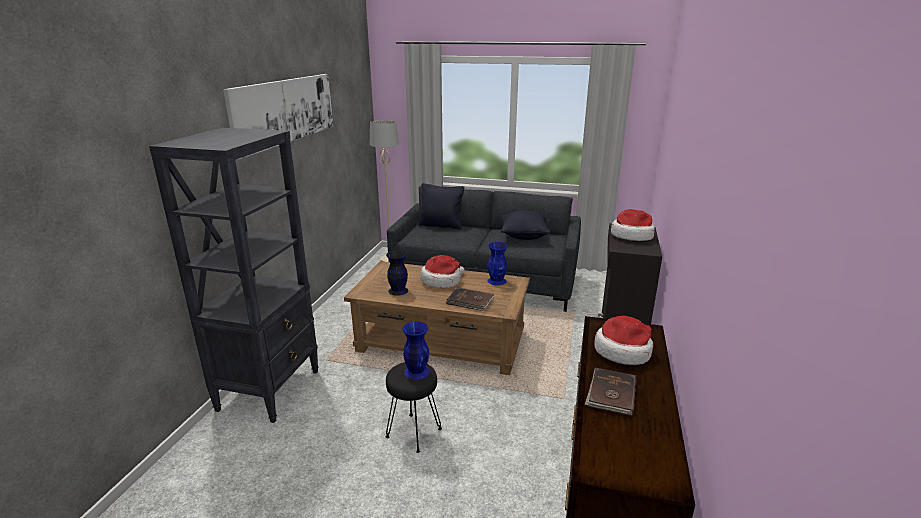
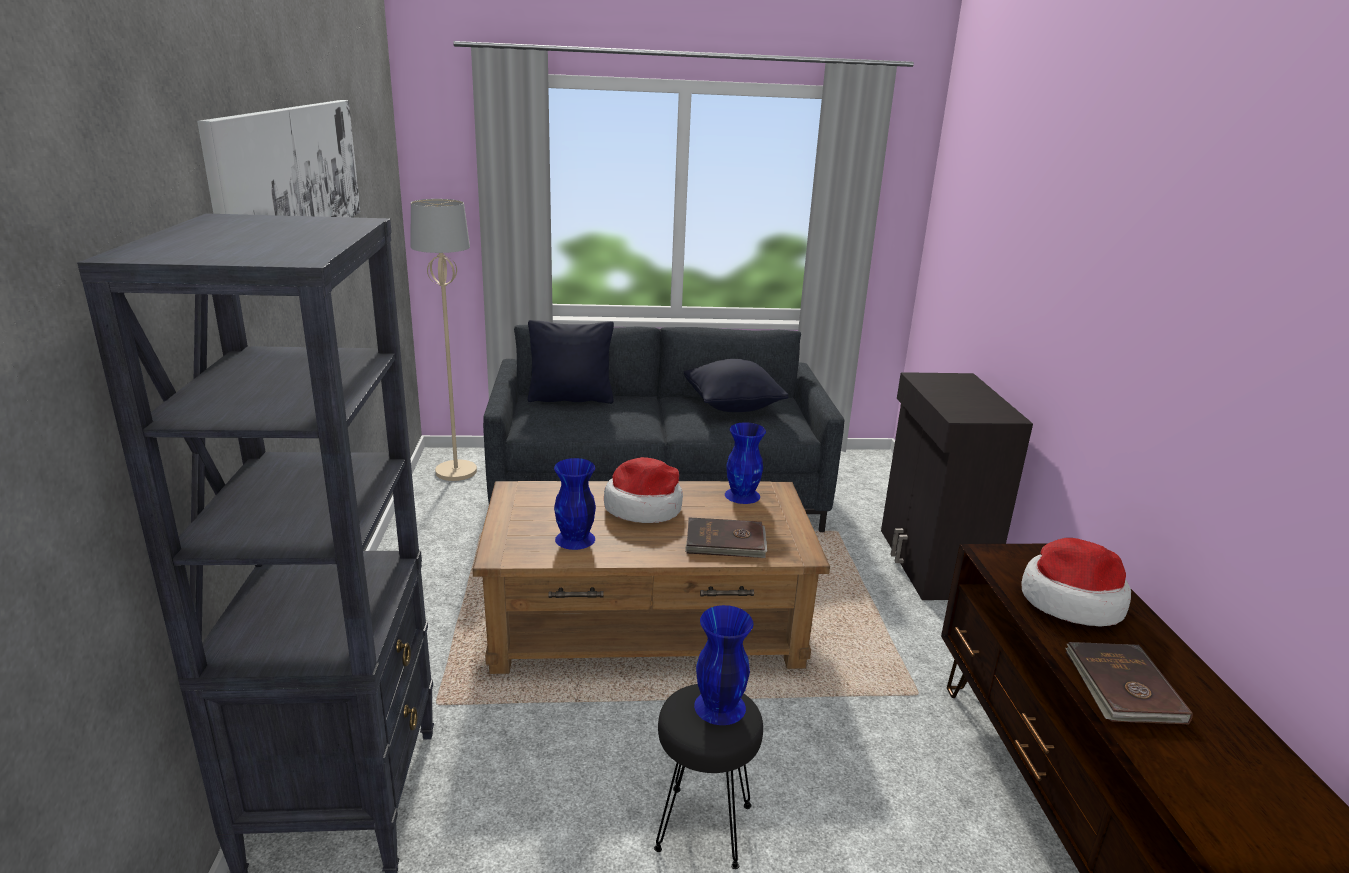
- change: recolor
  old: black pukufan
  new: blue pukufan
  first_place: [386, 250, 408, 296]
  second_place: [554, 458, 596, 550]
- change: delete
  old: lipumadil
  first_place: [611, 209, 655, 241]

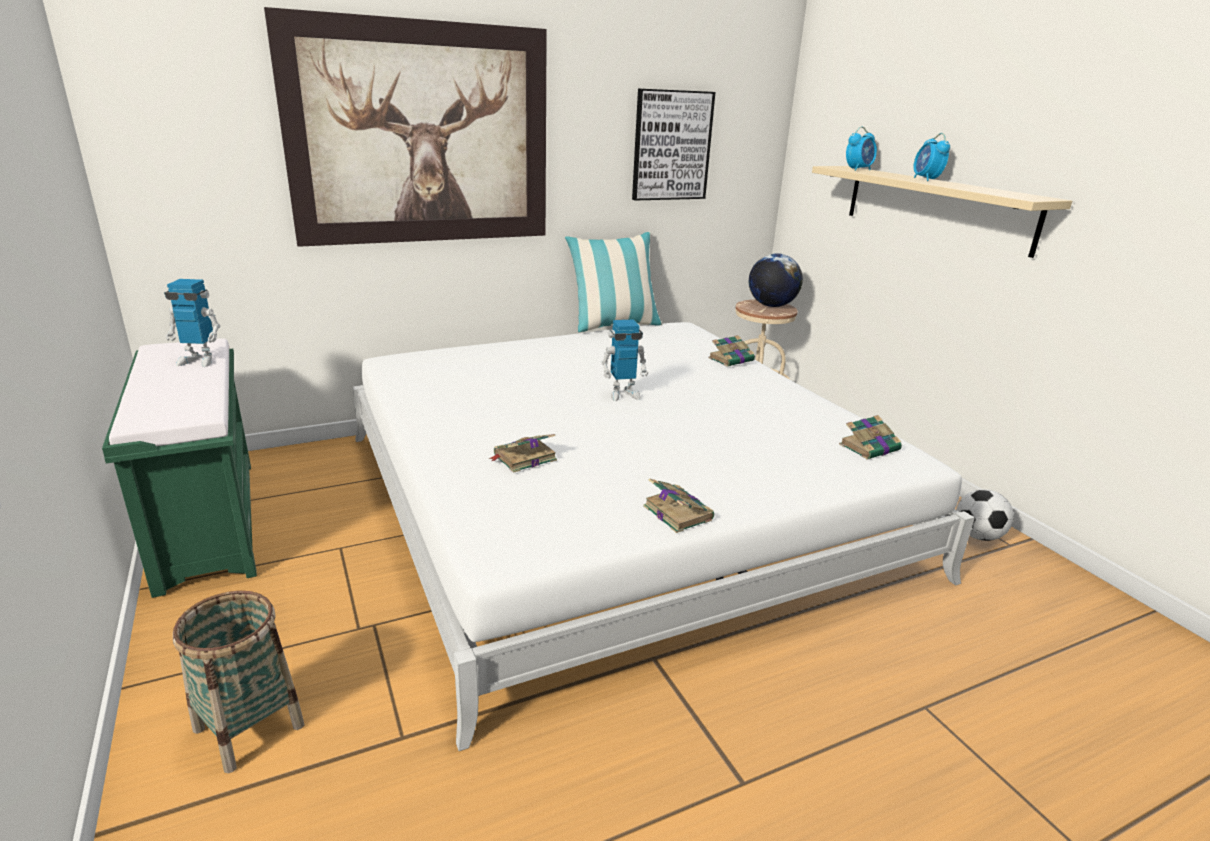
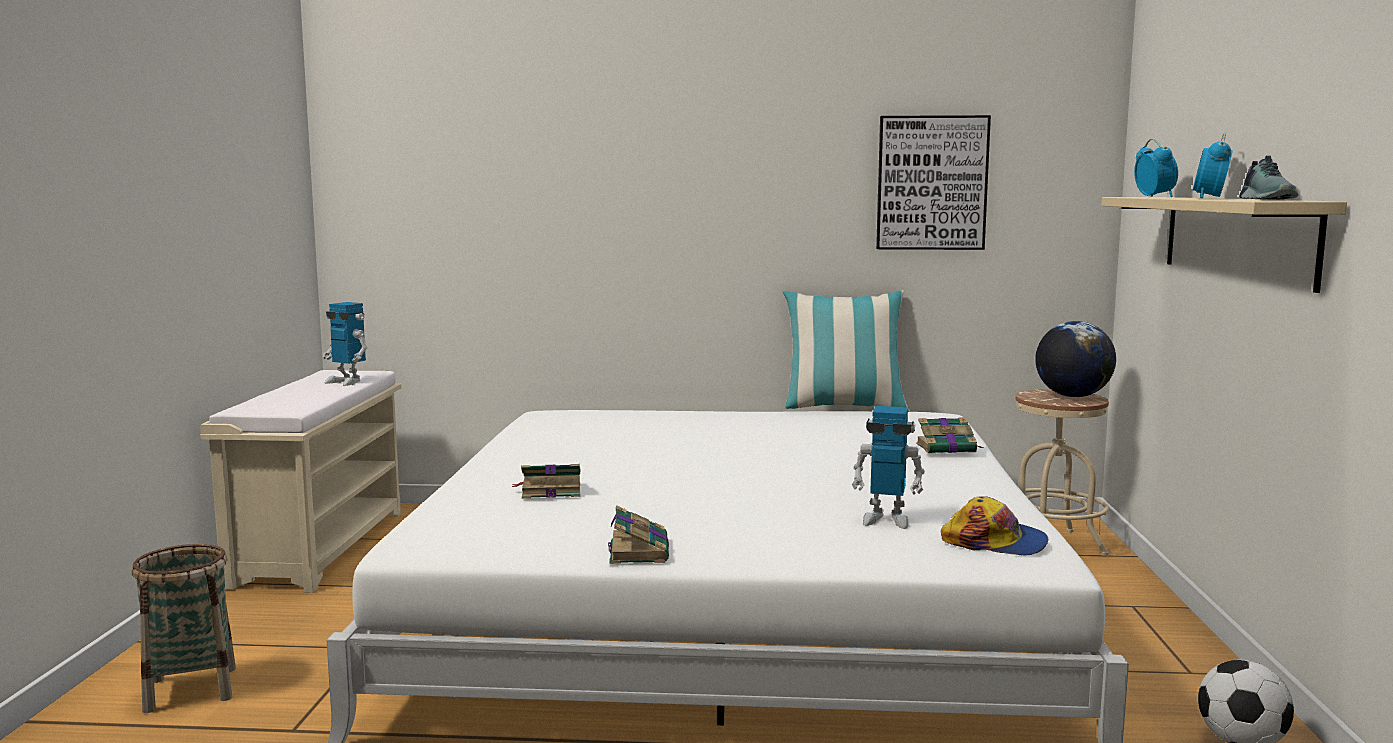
- change: recolor
  old: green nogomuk
  new: beige nogomuk
  first_place: [102, 338, 257, 598]
  second_place: [200, 370, 401, 593]
- change: delete
  old: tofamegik
  first_place: [264, 7, 547, 247]
- change: move
  old: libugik
  first_place: [601, 319, 648, 401]
  second_place: [852, 406, 925, 529]
- change: replace
  old: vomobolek
  new: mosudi
  first_place: [839, 415, 902, 460]
  second_place: [941, 496, 1048, 556]
- change: rotate
  old: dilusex
  first_place: [846, 127, 877, 171]
  second_place: [1134, 139, 1178, 197]
  degrees: -90
- change: insert
  new: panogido
  second_place: [1239, 156, 1298, 199]

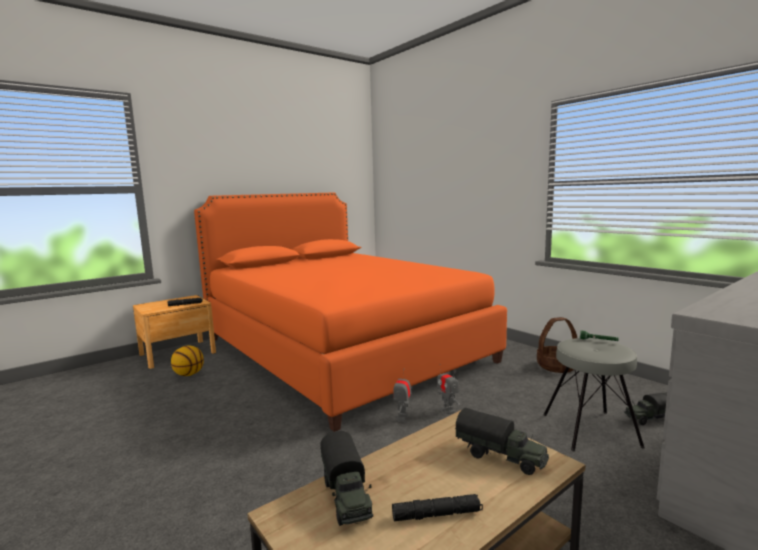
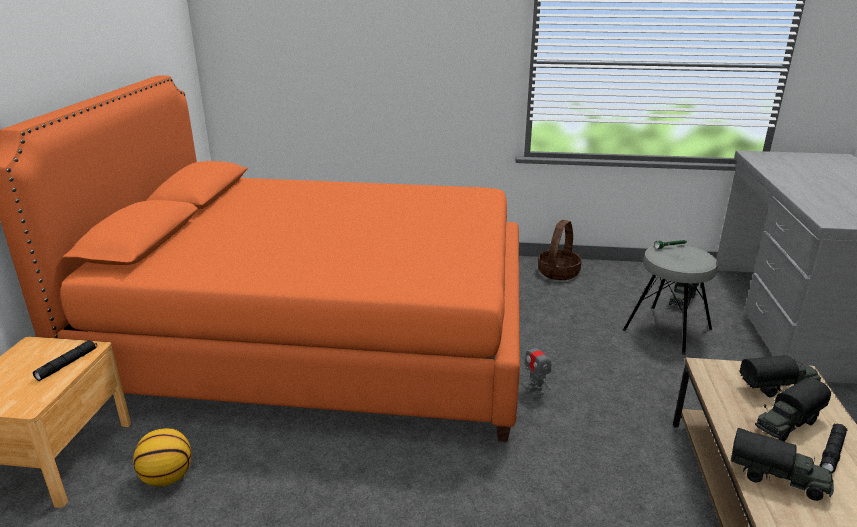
- change: delete
  old: libugik
  first_place: [437, 369, 461, 415]
- change: insert
  new: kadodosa
  second_place: [755, 378, 831, 441]

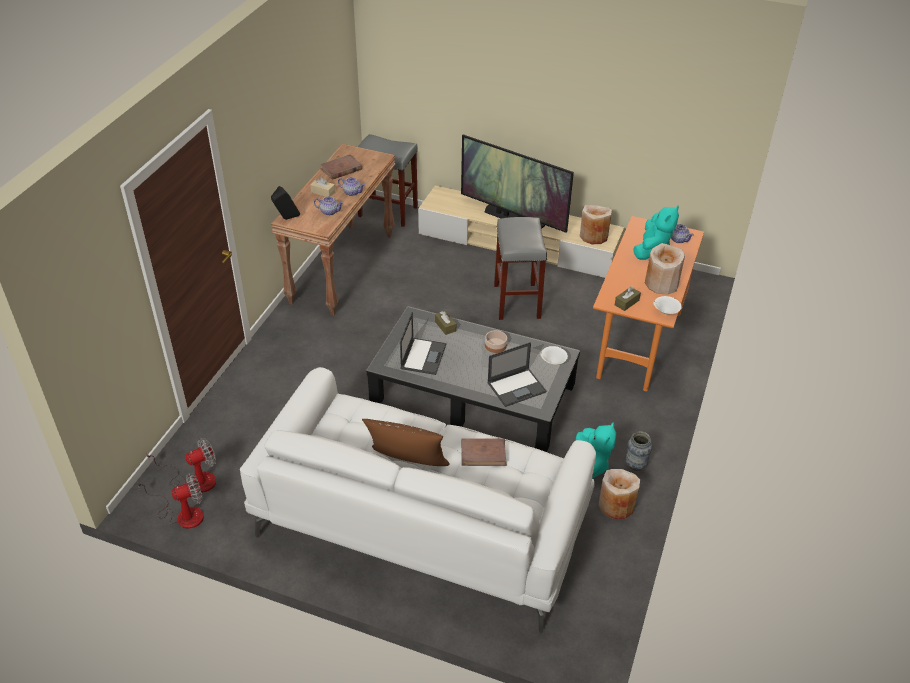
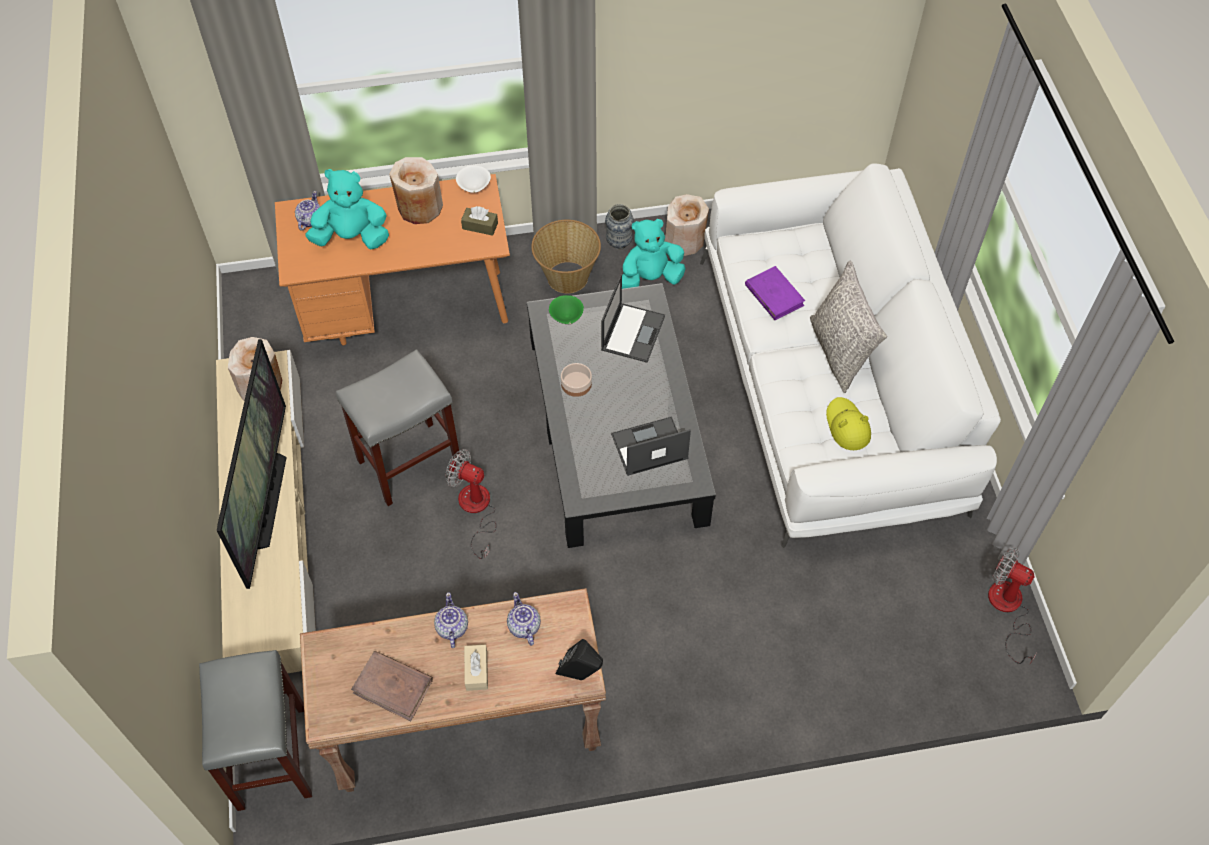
- change: move
  old: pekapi
  first_place: [146, 437, 216, 493]
  second_place: [445, 449, 497, 559]
- change: recolor
  old: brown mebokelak
  new: grey mebokelak
  first_place: [362, 419, 450, 466]
  second_place: [810, 260, 887, 393]
- change: delete
  old: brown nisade
  first_place: [435, 311, 456, 335]
- change: recolor
  old: brown vomobolek
  new: purple vomobolek
  first_place: [461, 438, 507, 466]
  second_place: [745, 266, 805, 320]
- change: rotate
  old: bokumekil
  first_place: [487, 342, 546, 407]
  second_place: [601, 274, 665, 363]
  degrees: 75
- change: recolor
  old: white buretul
  new: green buretul
  first_place: [540, 346, 568, 365]
  second_place: [549, 295, 584, 324]
- change: insert
  new: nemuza
  second_place: [531, 220, 601, 293]
- change: insert
  new: yellow lipumadil
  second_place: [826, 397, 871, 450]

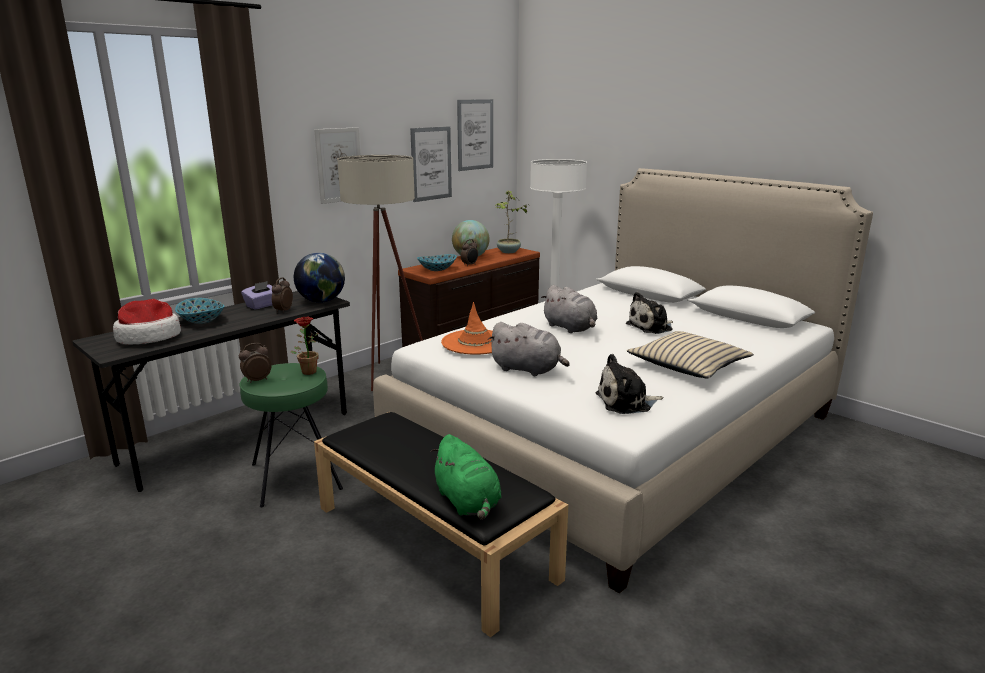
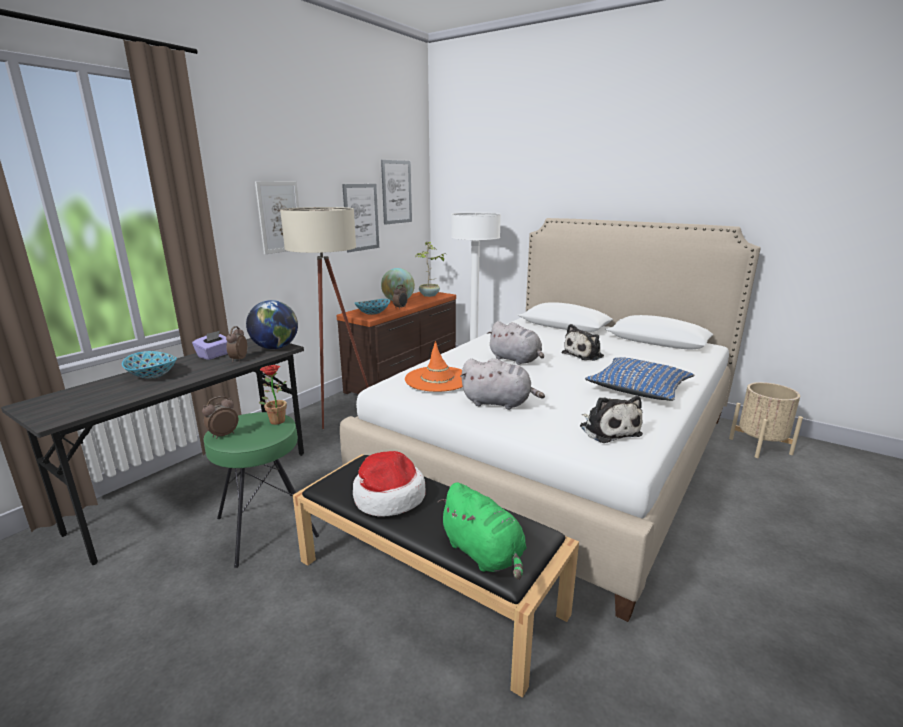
- change: move
  old: lipumadil
  first_place: [113, 299, 181, 344]
  second_place: [353, 451, 426, 517]
- change: rotate
  old: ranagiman
  first_place: [596, 354, 663, 414]
  second_place: [580, 396, 643, 443]
  degrees: -90
- change: recolor
  old: beige mebokelak
  new: blue mebokelak
  first_place: [627, 331, 754, 379]
  second_place: [585, 357, 694, 401]
- change: insert
  new: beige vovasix
  second_place: [729, 382, 803, 458]

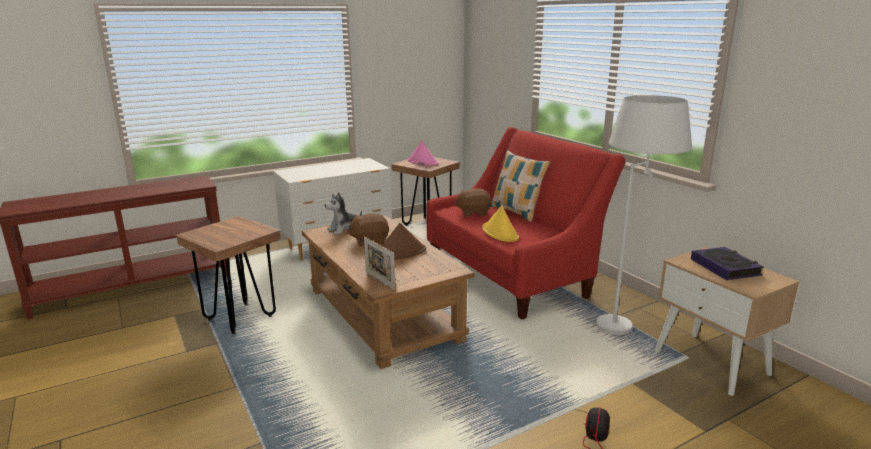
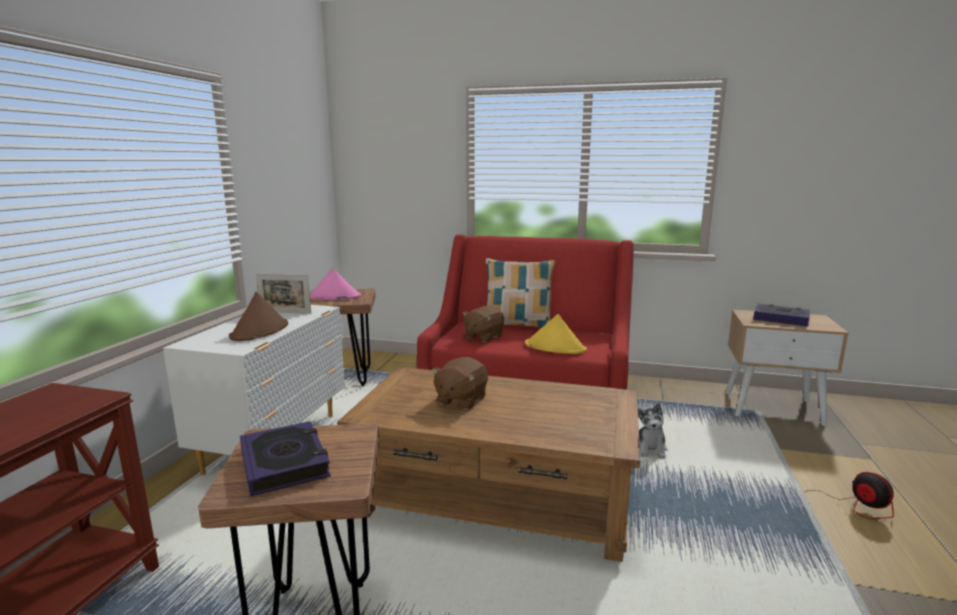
- change: move
  old: ranagiman
  first_place: [325, 192, 362, 235]
  second_place: [638, 403, 668, 459]
- change: move
  old: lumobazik
  first_place: [364, 237, 395, 290]
  second_place: [256, 274, 311, 314]
- change: move
  old: brown lipumadil
  first_place: [381, 223, 426, 260]
  second_place: [229, 292, 288, 341]
- change: delete
  old: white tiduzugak
  first_place: [596, 95, 692, 335]
- change: insert
  new: vomobolek
  second_place: [240, 421, 331, 497]

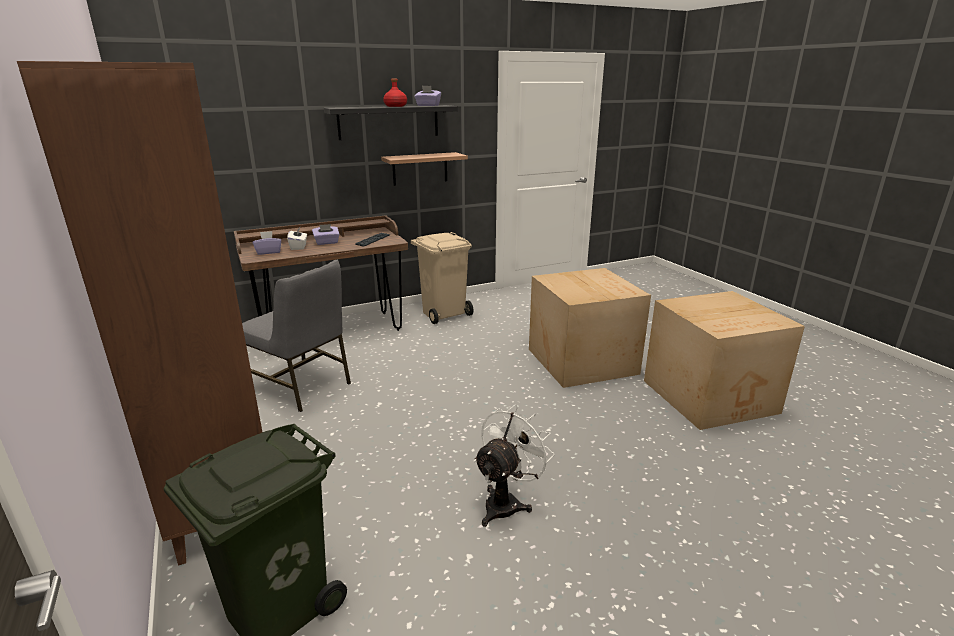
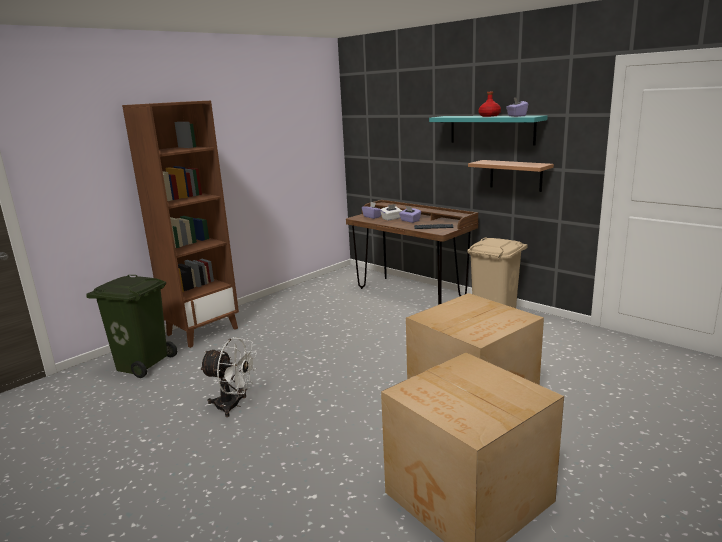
- change: delete
  old: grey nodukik
  first_place: [242, 260, 351, 412]
- change: recolor
  old: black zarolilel
  new: turquoise zarolilel
  first_place: [324, 105, 458, 140]
  second_place: [429, 115, 548, 145]

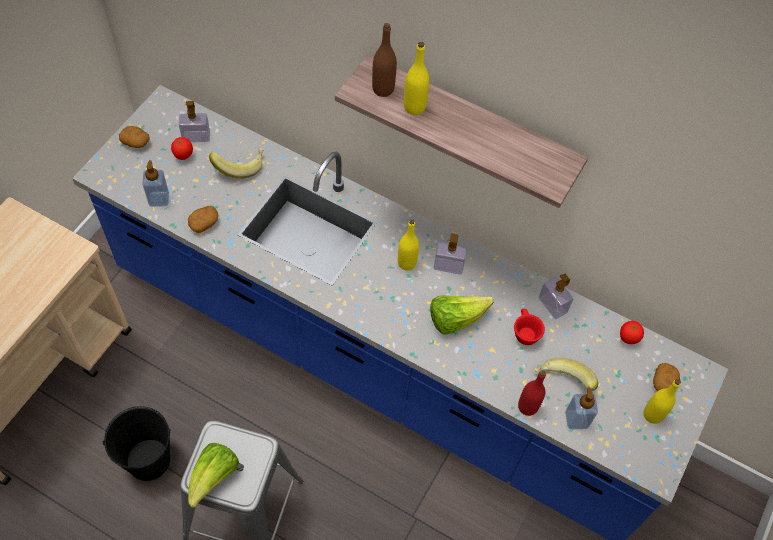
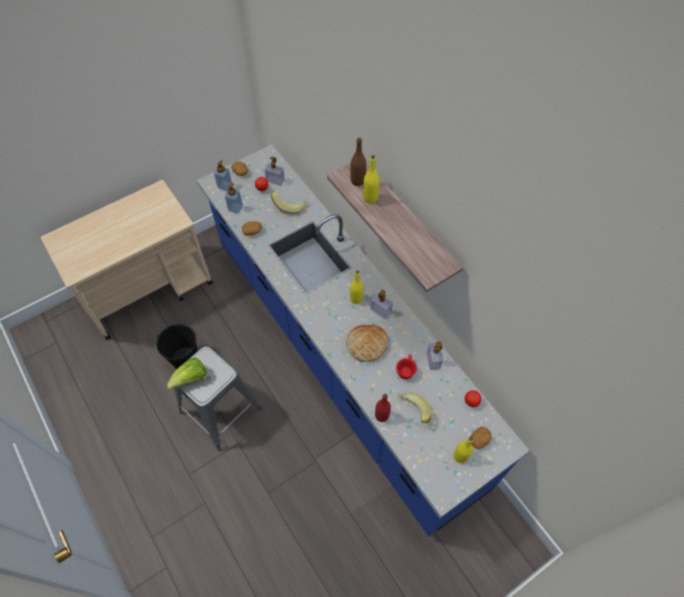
- change: replace
  old: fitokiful
  new: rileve
  first_place: [430, 295, 493, 335]
  second_place: [346, 325, 388, 362]
- change: move
  old: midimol
  first_place: [565, 387, 598, 430]
  second_place: [214, 160, 232, 191]

